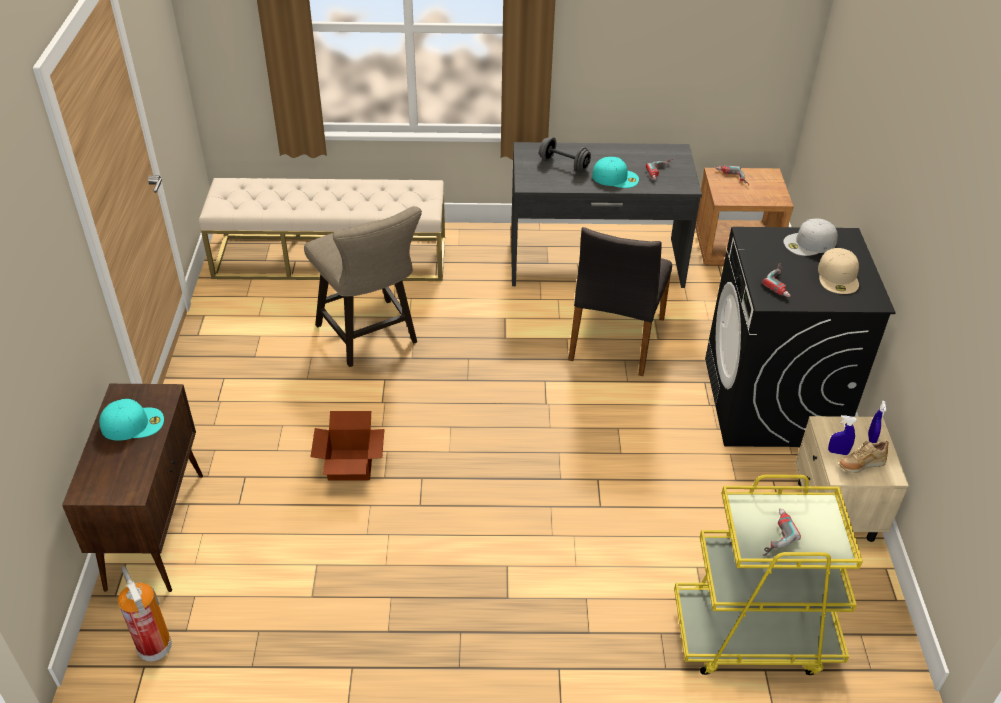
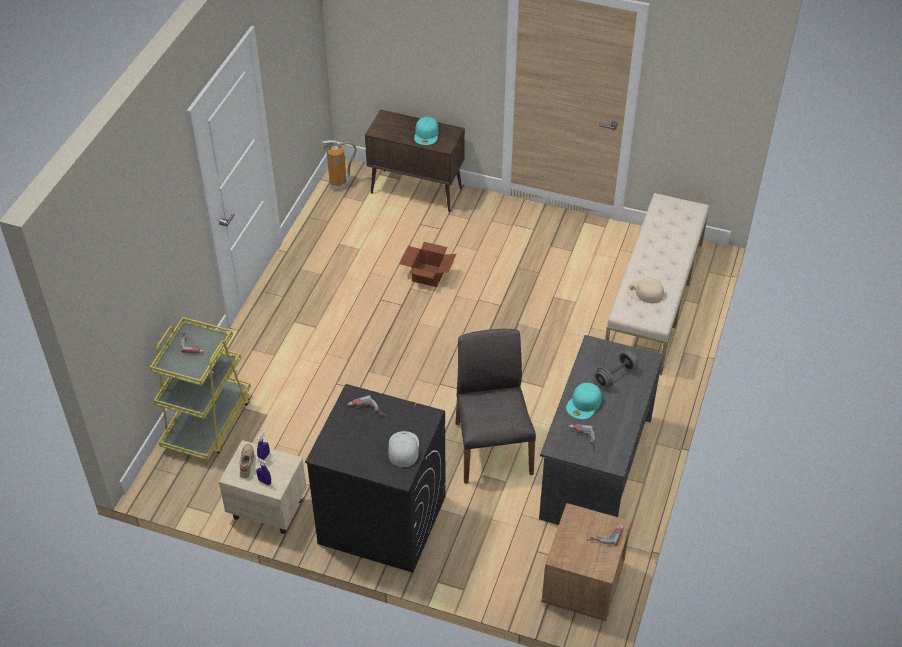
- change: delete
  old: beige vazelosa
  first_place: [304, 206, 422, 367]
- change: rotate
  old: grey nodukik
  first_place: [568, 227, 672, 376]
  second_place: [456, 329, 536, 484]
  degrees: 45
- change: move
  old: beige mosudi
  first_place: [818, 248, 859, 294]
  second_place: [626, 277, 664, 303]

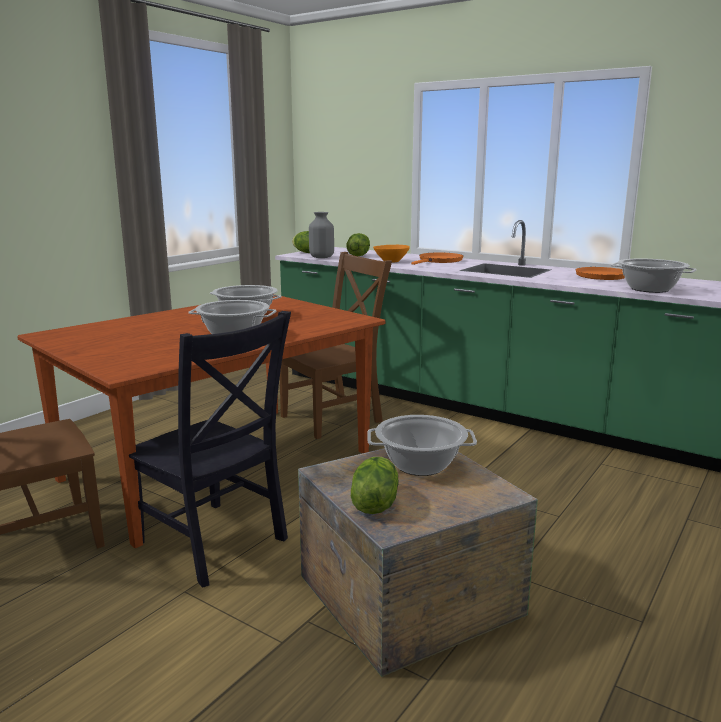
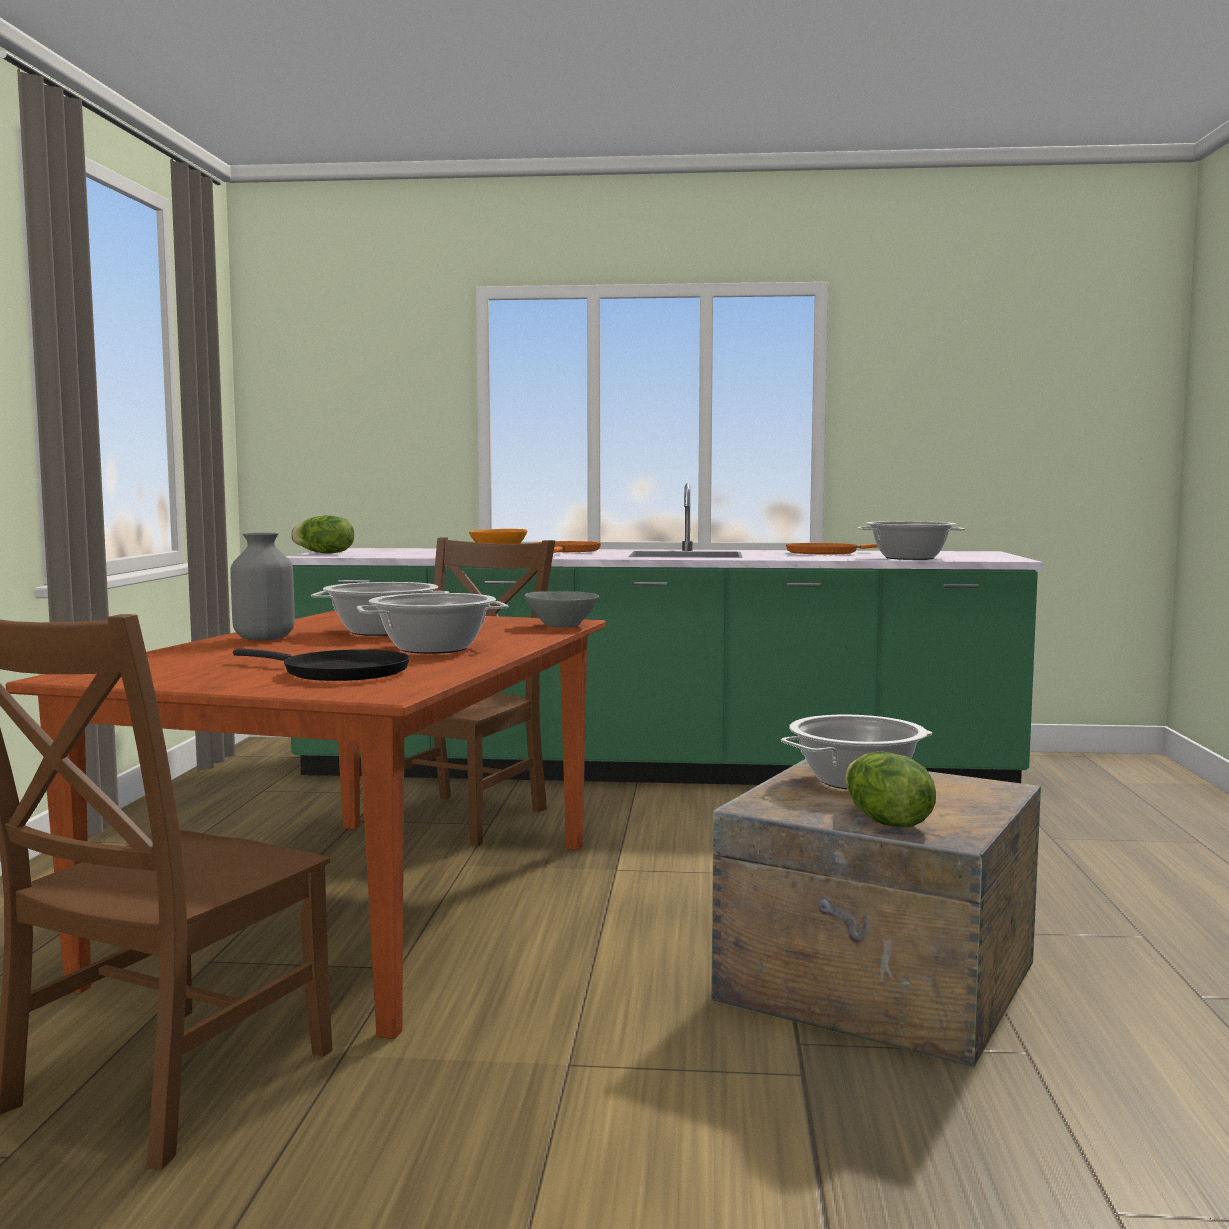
- change: delete
  old: black nodukik
  first_place: [129, 311, 291, 588]
- change: move
  old: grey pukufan
  first_place: [309, 212, 334, 258]
  second_place: [230, 533, 295, 641]
- change: delete
  old: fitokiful
  first_place: [347, 233, 370, 256]
- change: insert
  new: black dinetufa
  second_place: [233, 649, 410, 681]
- change: insert
  new: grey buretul
  second_place: [524, 591, 600, 627]

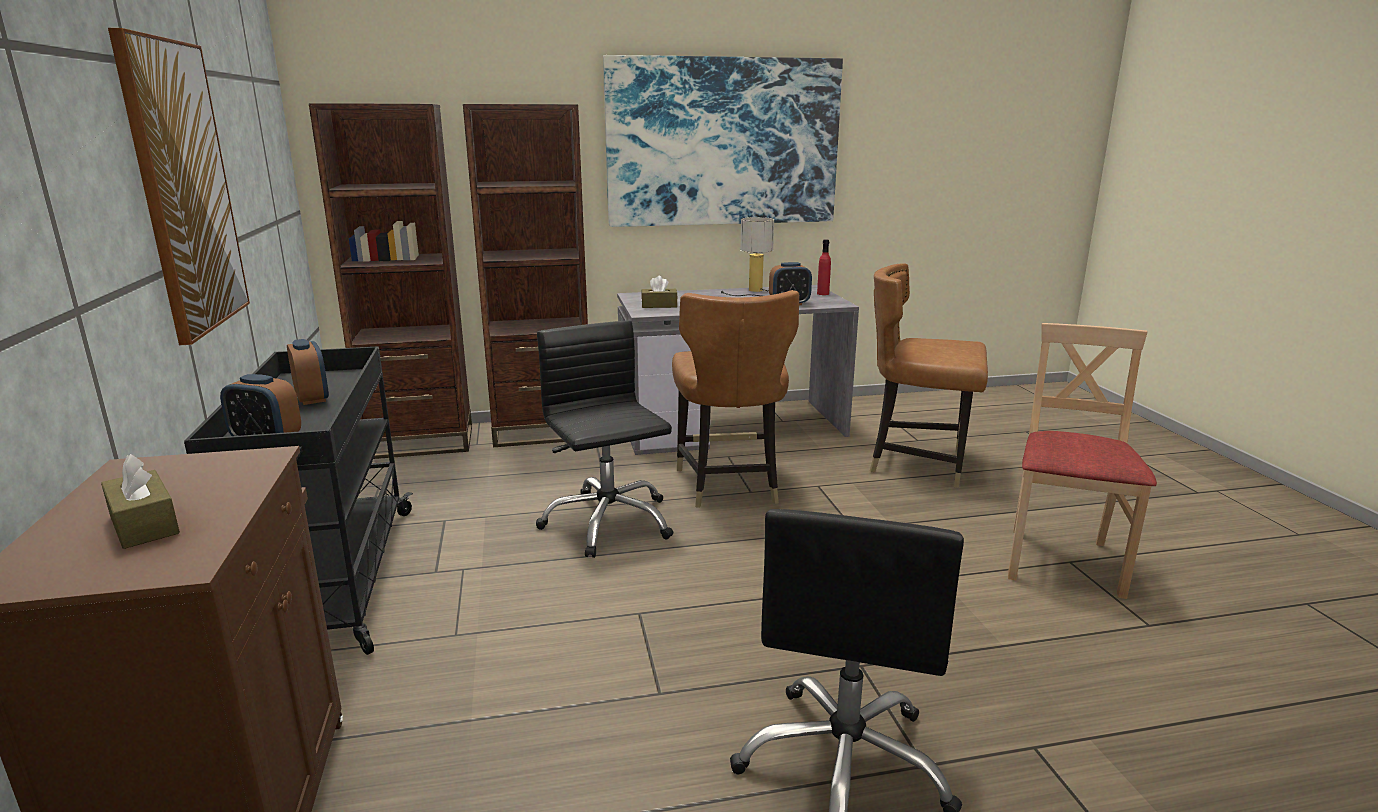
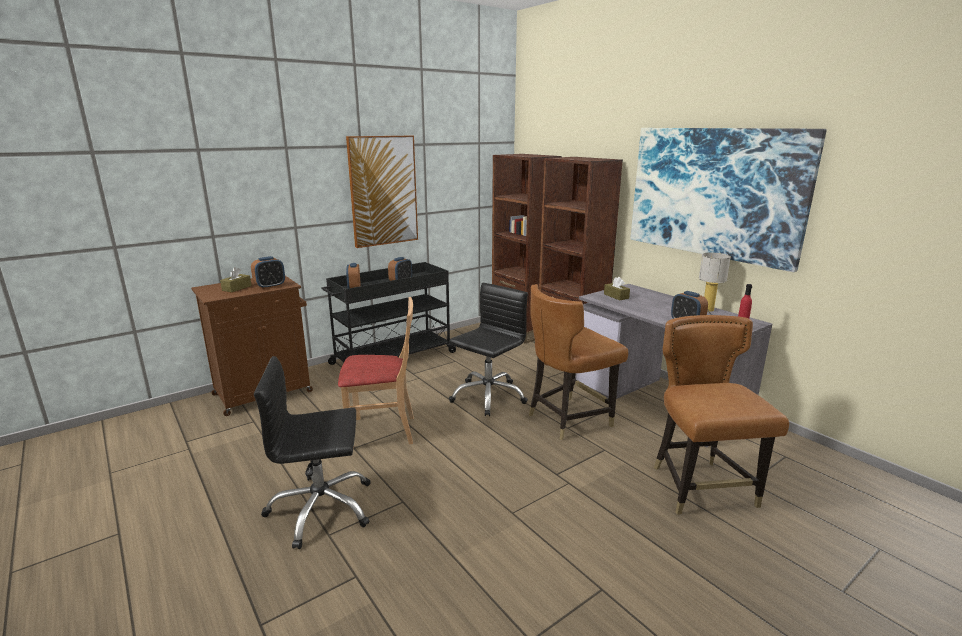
- change: move
  old: beige nodukik
  first_place: [1008, 323, 1157, 599]
  second_place: [338, 297, 414, 450]
- change: insert
  new: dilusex
  second_place: [251, 256, 285, 289]

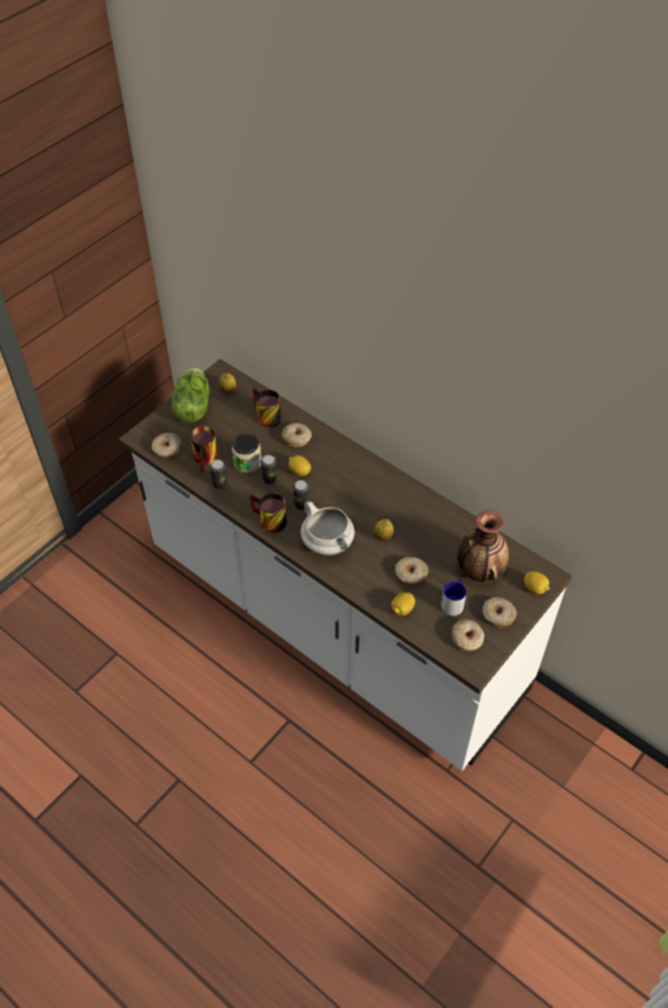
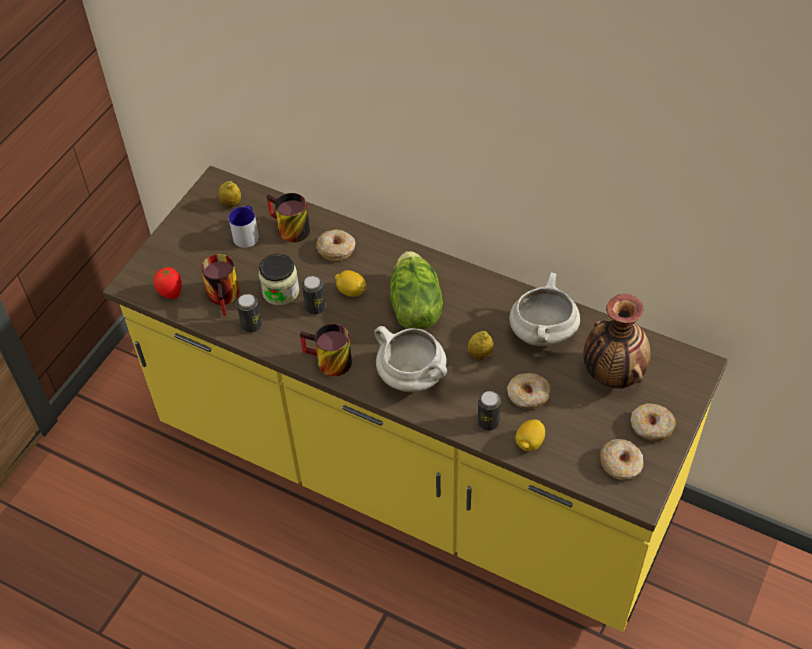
- change: recolor
  old: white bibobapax
  new: yellow bibobapax
  first_place: [119, 359, 572, 771]
  second_place: [103, 166, 728, 632]
- change: replace
  old: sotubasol
  new: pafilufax
  first_place: [152, 433, 182, 457]
  second_place: [154, 267, 182, 299]
- change: move
  old: fitokiful
  first_place: [172, 367, 210, 423]
  second_place: [390, 251, 443, 330]
- change: move
  old: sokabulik
  first_place: [293, 480, 310, 510]
  second_place: [478, 391, 501, 431]
- change: move
  old: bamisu
  first_place: [441, 579, 467, 616]
  second_place: [228, 205, 259, 248]
- change: delete
  old: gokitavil
  first_place: [524, 571, 549, 594]
- change: insert
  new: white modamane
  second_place: [509, 273, 580, 347]

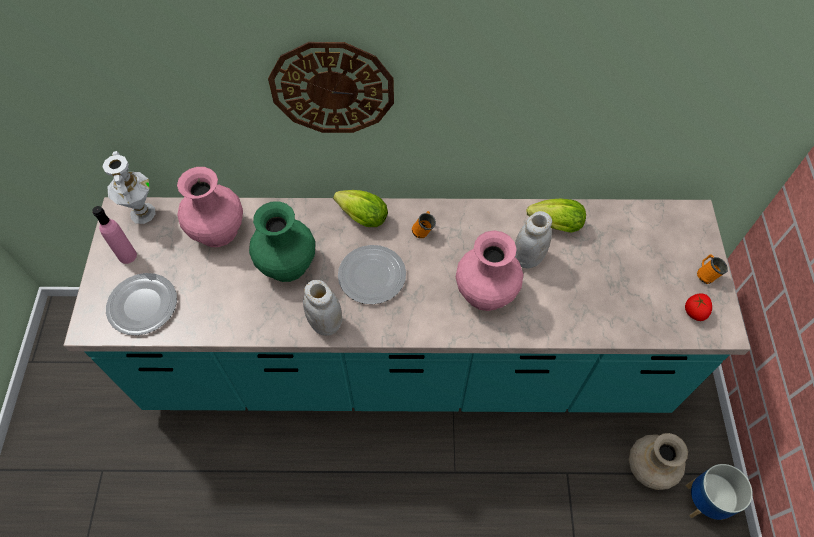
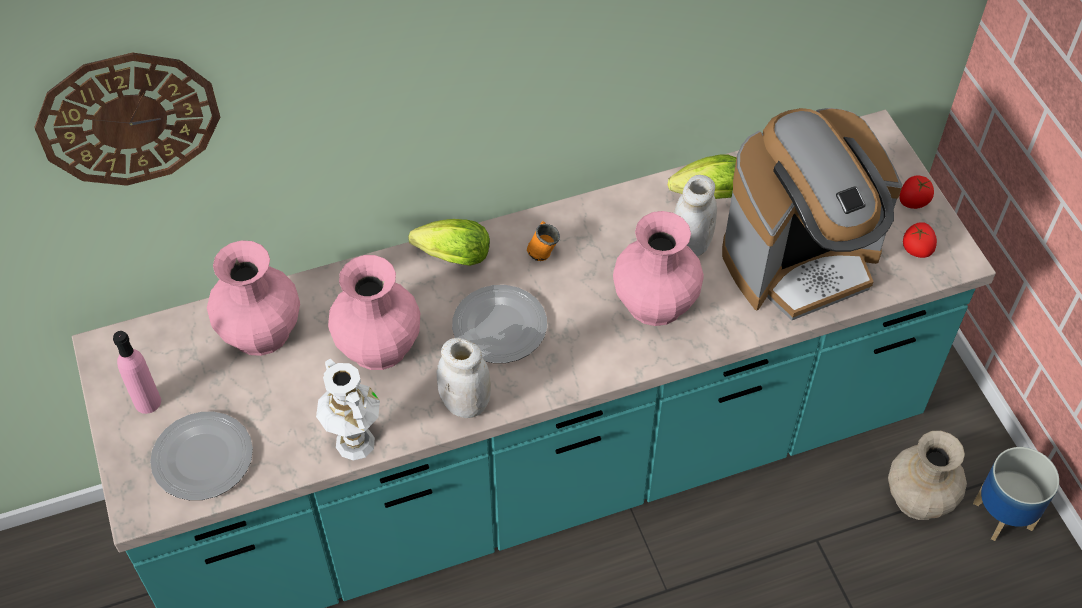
- change: move
  old: white pukufan
  first_place: [102, 151, 156, 224]
  second_place: [316, 359, 380, 461]
- change: recolor
  old: green pukufan
  new: pink pukufan
  first_place: [249, 201, 315, 282]
  second_place: [328, 255, 420, 370]
- change: move
  old: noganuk
  first_place: [268, 42, 394, 133]
  second_place: [35, 52, 220, 186]
- change: replace
  old: orange bamisu
  new: pafilufax
  first_place: [697, 254, 728, 284]
  second_place: [899, 175, 934, 209]
- change: insert
  new: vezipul
  second_place: [722, 108, 902, 320]

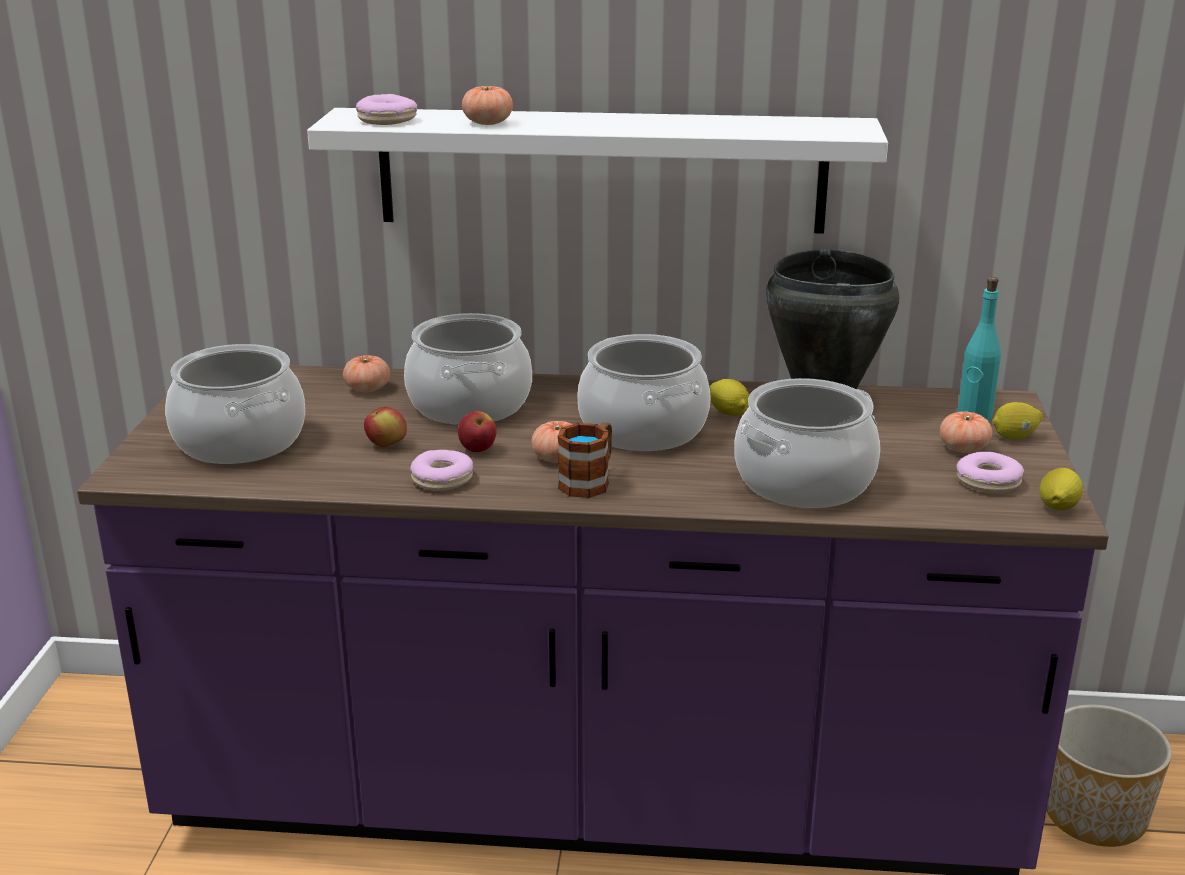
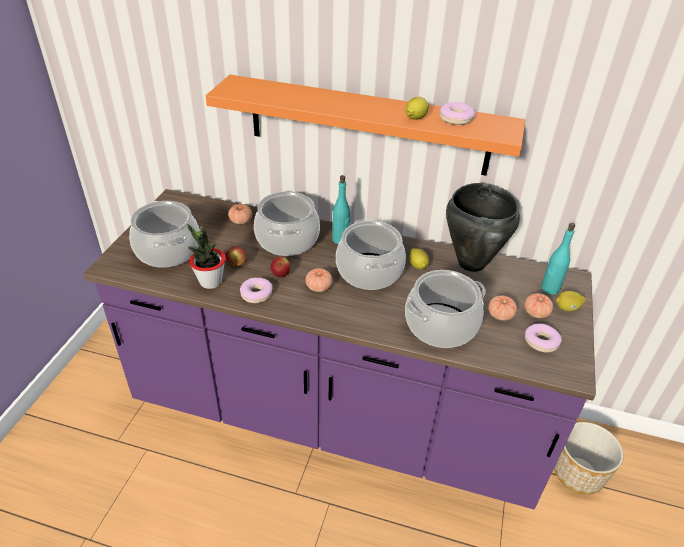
- change: recolor
  old: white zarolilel
  new: orange zarolilel
  first_place: [307, 108, 888, 234]
  second_place: [206, 75, 525, 176]
- change: move
  old: sotubasol
  first_place: [356, 94, 418, 125]
  second_place: [440, 102, 476, 125]
- change: move
  old: pafilufax
  first_place: [462, 85, 513, 125]
  second_place: [488, 295, 517, 321]
- change: delete
  old: bamisu
  first_place: [558, 422, 612, 498]
- change: move
  old: gokitavil
  first_place: [1040, 468, 1083, 510]
  second_place: [405, 97, 429, 120]
- change: insert
  new: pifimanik
  second_place: [187, 224, 226, 289]
- change: insert
  new: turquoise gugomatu
  second_place: [332, 175, 351, 244]

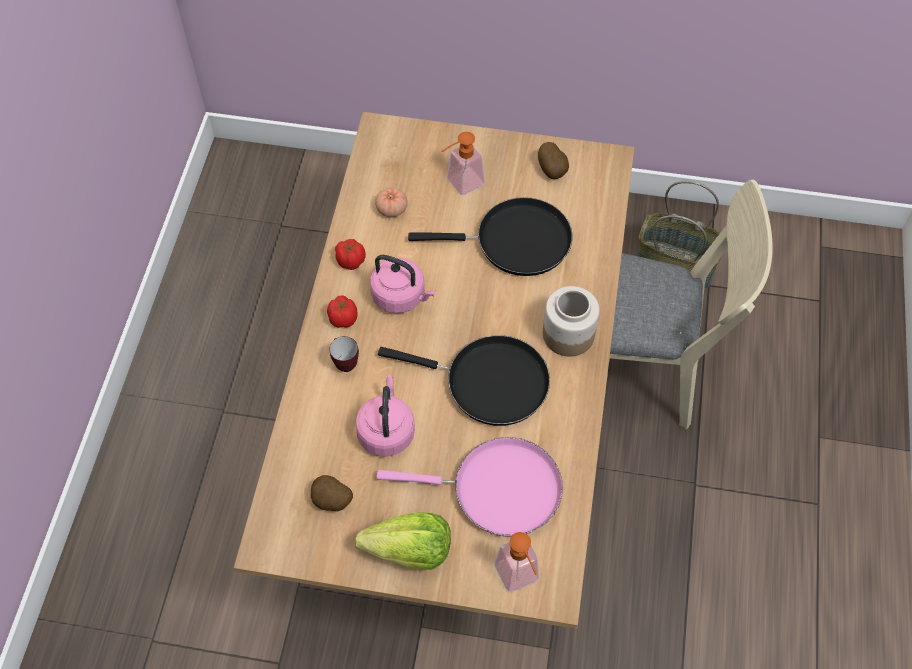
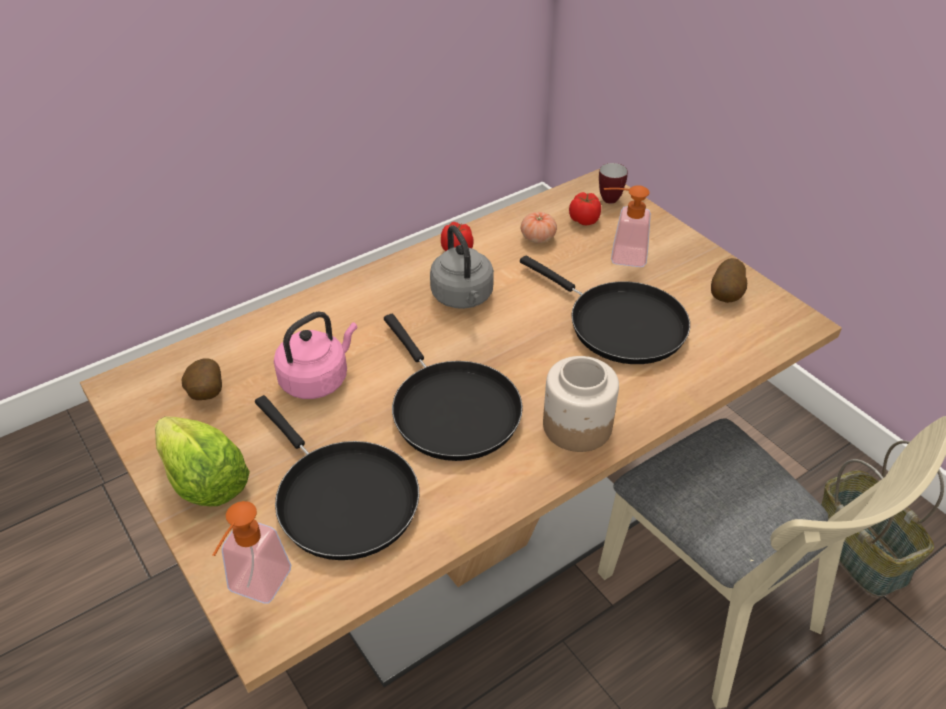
- change: move
  old: pafilufax
  first_place: [327, 295, 358, 328]
  second_place: [569, 192, 601, 225]
- change: move
  old: bamisu
  first_place: [330, 336, 359, 372]
  second_place: [599, 163, 628, 204]
- change: recolor
  old: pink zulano
  new: grey zulano
  first_place: [370, 255, 435, 313]
  second_place: [430, 225, 494, 309]
- change: recolor
  old: pink dinetufa
  new: black dinetufa
  first_place: [377, 437, 563, 537]
  second_place: [255, 395, 419, 560]

